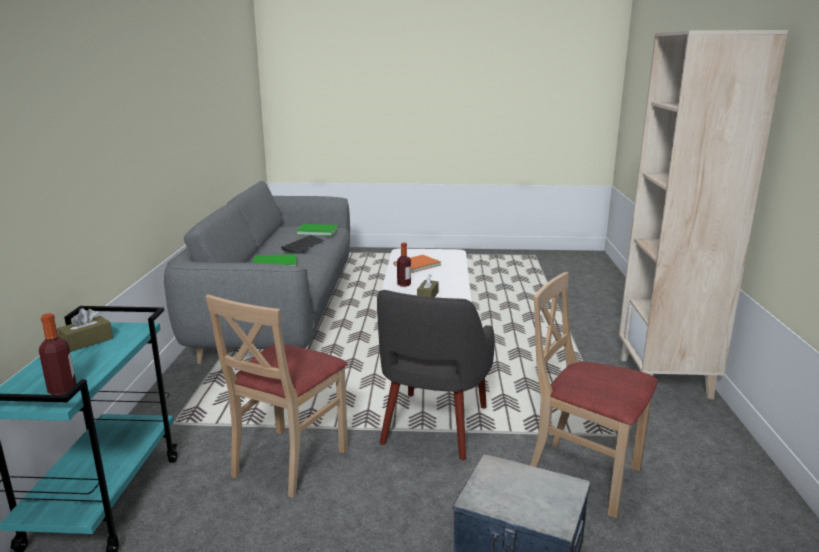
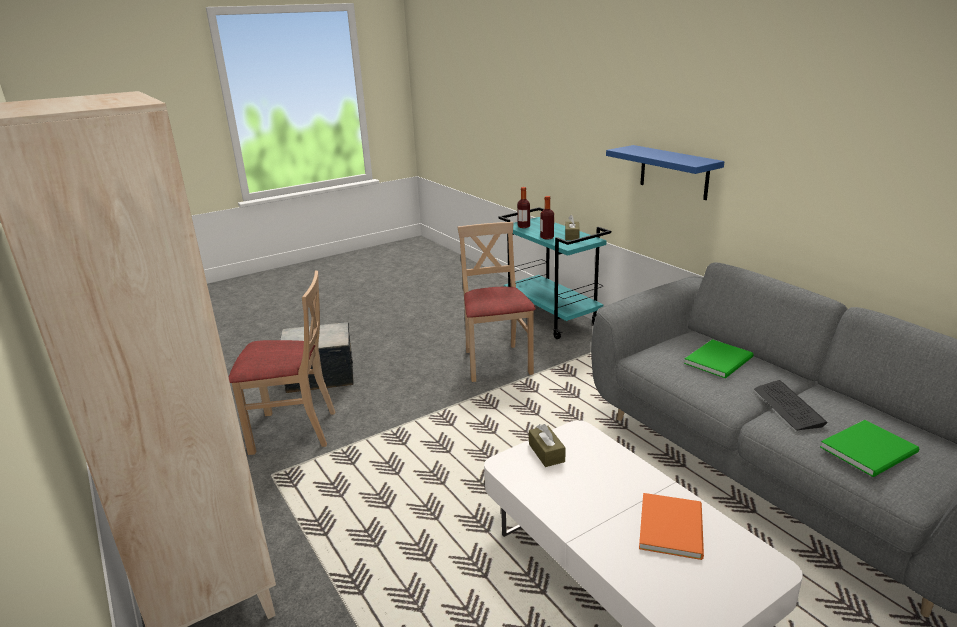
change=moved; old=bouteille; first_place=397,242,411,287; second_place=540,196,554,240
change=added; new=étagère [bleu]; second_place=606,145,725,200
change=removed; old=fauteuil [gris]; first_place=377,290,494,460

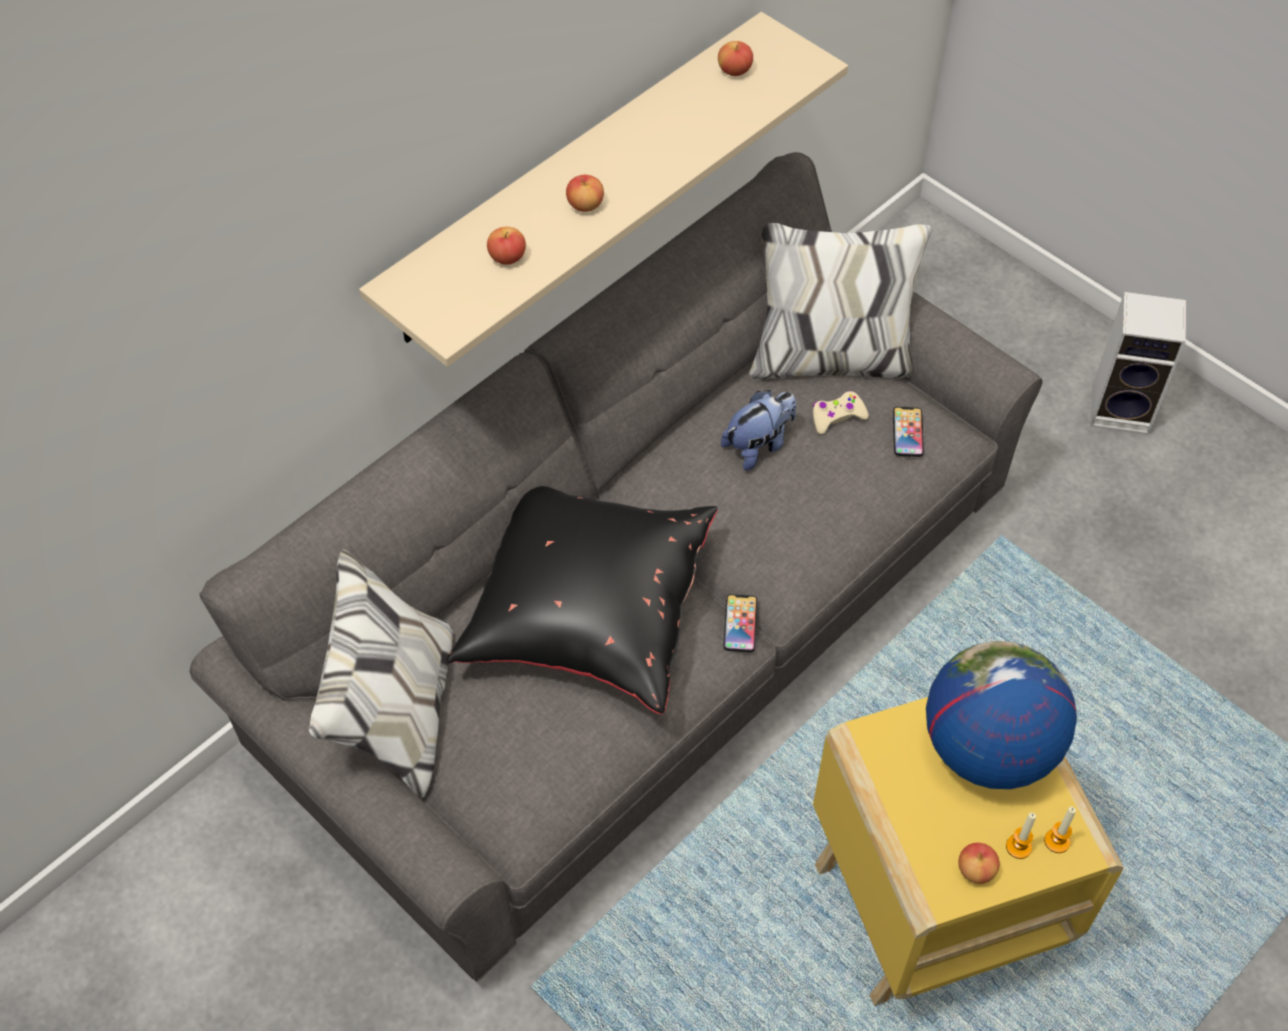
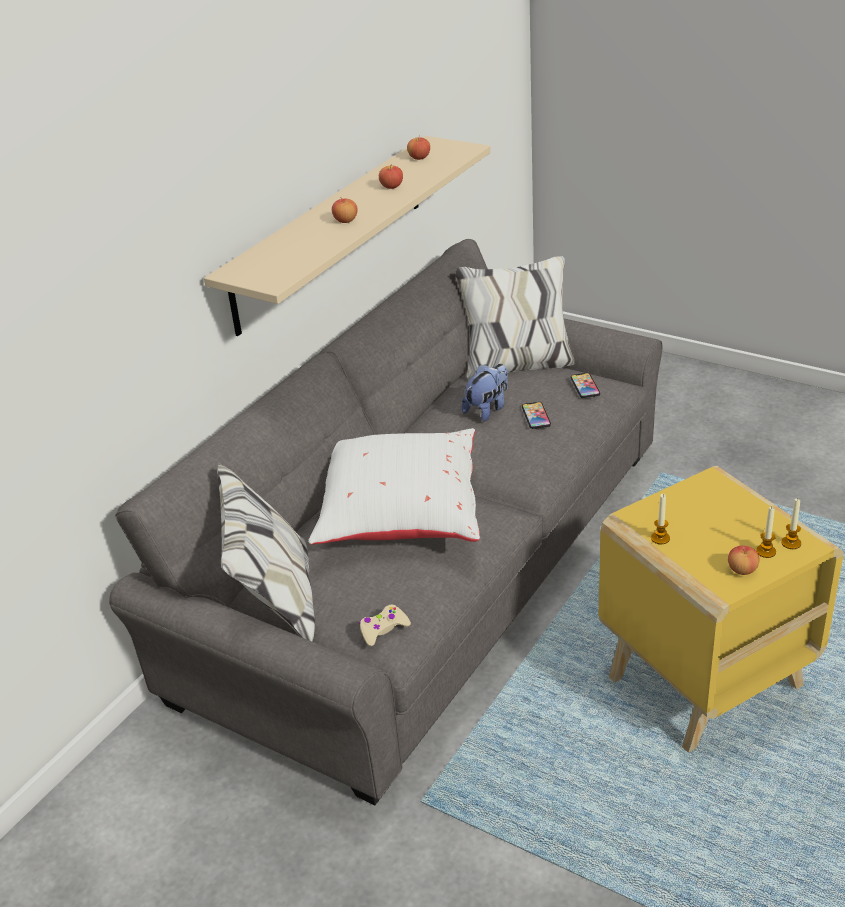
change=recoloured; old=coussin [noir]; new=coussin [blanc]; first_place=447,486,718,714; second_place=308,428,480,545
change=moved; old=manette [beige]; first_place=813,391,869,434; second_place=359,605,411,646
change=moved; old=pomme; first_place=487,227,526,265; second_place=379,164,403,189
change=moved; old=téléphone; first_place=723,594,757,652; second_place=522,402,551,429
change=added; new=bougie; second_place=651,494,670,544
change=removed; old=globe; first_place=926,641,1077,789
change=removed; old=enceinte; first_place=1090,292,1186,435

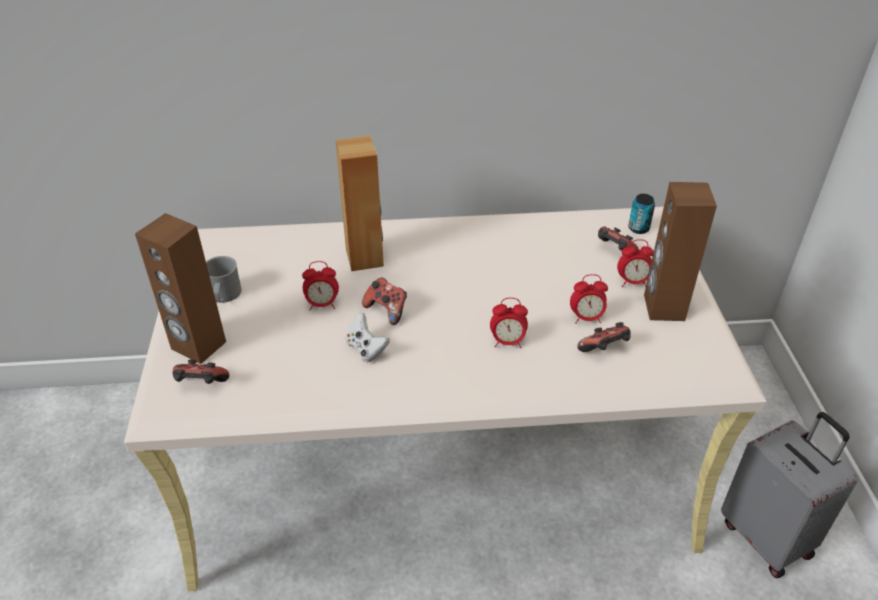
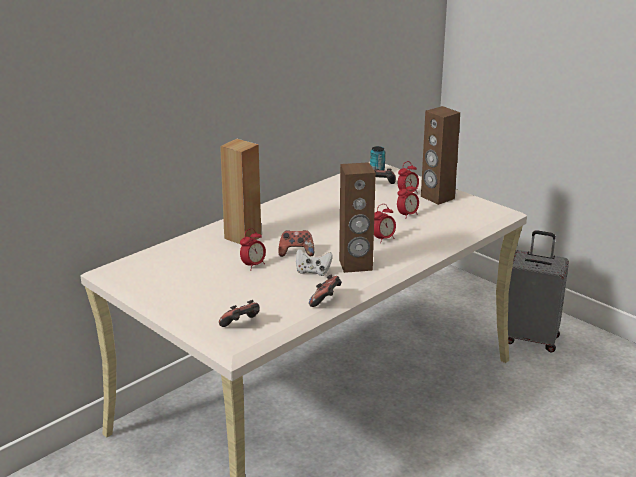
change=moved; old=manette; first_place=577,322,631,352; second_place=309,274,342,307
change=moved; old=enceinte [marron]; first_place=135,213,226,364; second_place=339,162,376,273
change=removed; old=mug [gris]; first_place=206,256,242,303

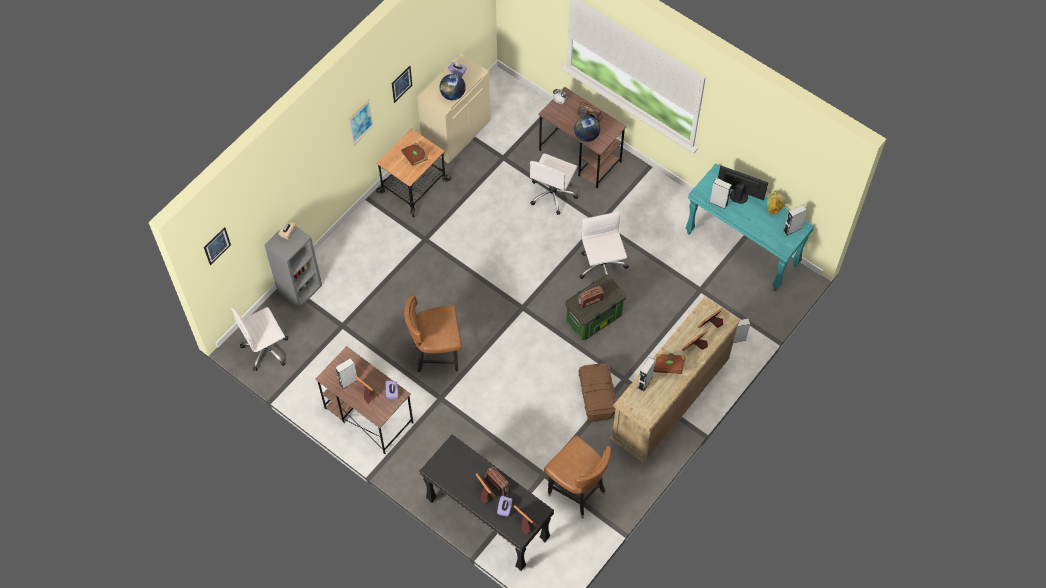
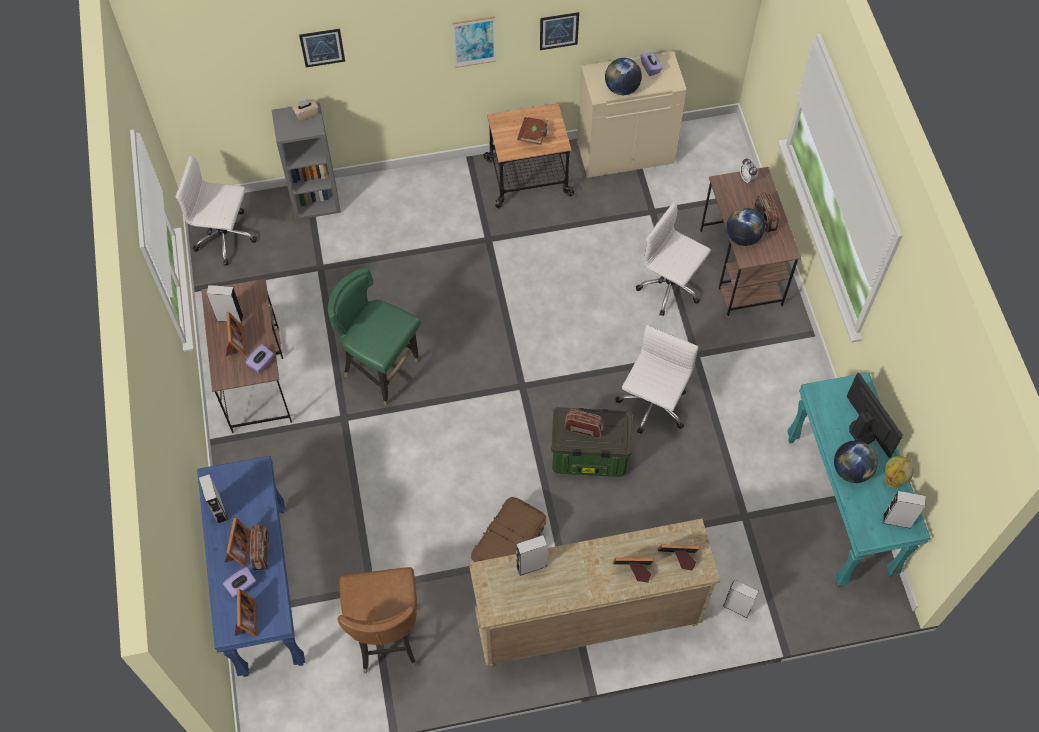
change=recoloured; old=table console [noir]; new=table console [bleu]; first_place=419,434,554,571; second_place=197,456,305,677
change=moved; old=enceinte [gris]; first_place=710,178,732,209; second_place=199,474,228,524
change=moved; old=tableau; first_place=204,227,231,265; second_place=299,29,345,68
change=recoloured; old=chaise [marron]; new=chaise [vert]; first_place=404,294,462,376; second_place=328,268,421,406
change=turned; old=chaise de bureau [blanc]; first_place=530,153,578,215; second_place=636,202,711,316; degrees=60
change=added; new=globe; second_place=834,441,878,483
change=removed; old=livre [marron]; first_place=654,353,686,374

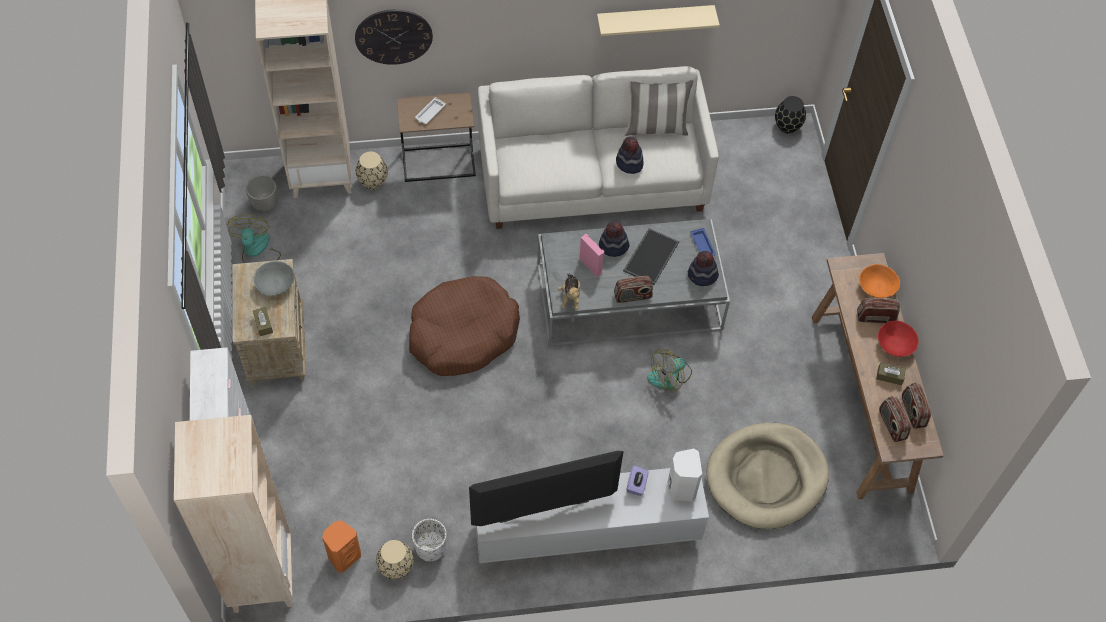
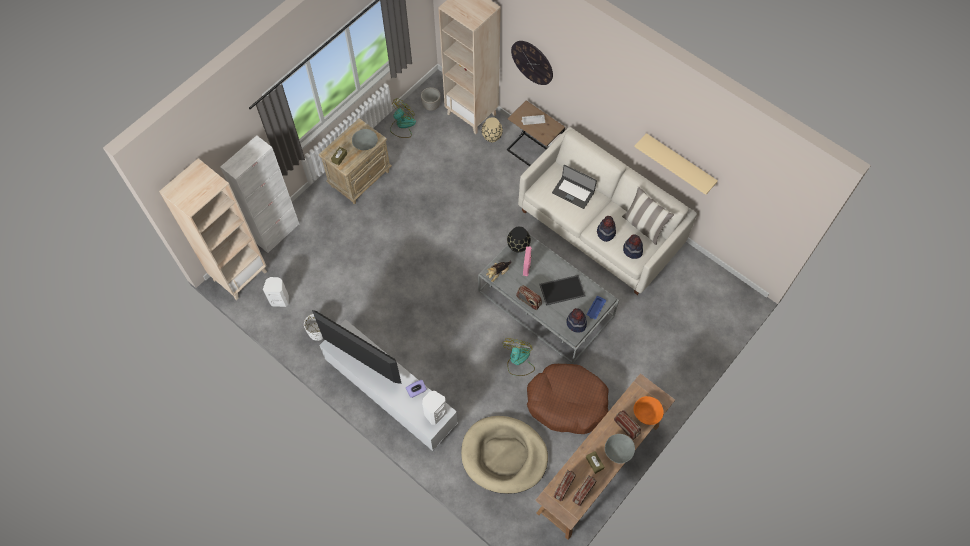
change=recoloured; old=enceinte [orange]; new=enceinte [blanc]; first_place=322,521,361,572; second_place=263,277,289,307
change=turned; old=ventilateur; first_place=647,349,692,391; second_place=502,339,535,376; degrees=90
change=moved; old=vase [noir]; first_place=775,96,806,134; second_place=507,226,531,252
change=moved; old=panier pour chien [marron]; first_place=409,276,520,376; second_place=527,364,609,434
change=added; new=ordinateur portable; second_place=552,165,597,209
change=recoloured; old=bol [rouge]; new=bol [gris]; first_place=878,320,919,357; second_place=605,434,635,464
change=moved; old=chapeau; first_place=599,221,630,257; second_place=623,234,643,259
change=removed; old=vase [beige]; first_place=376,540,414,579

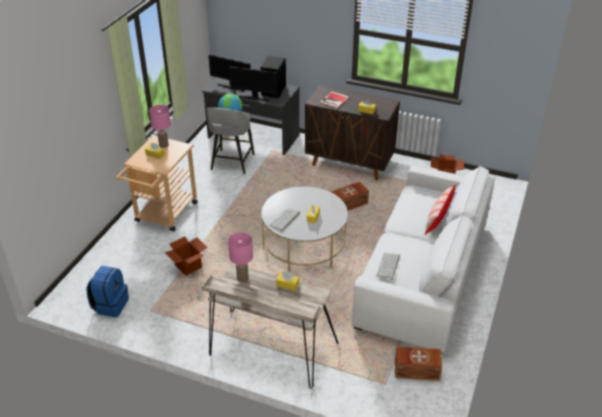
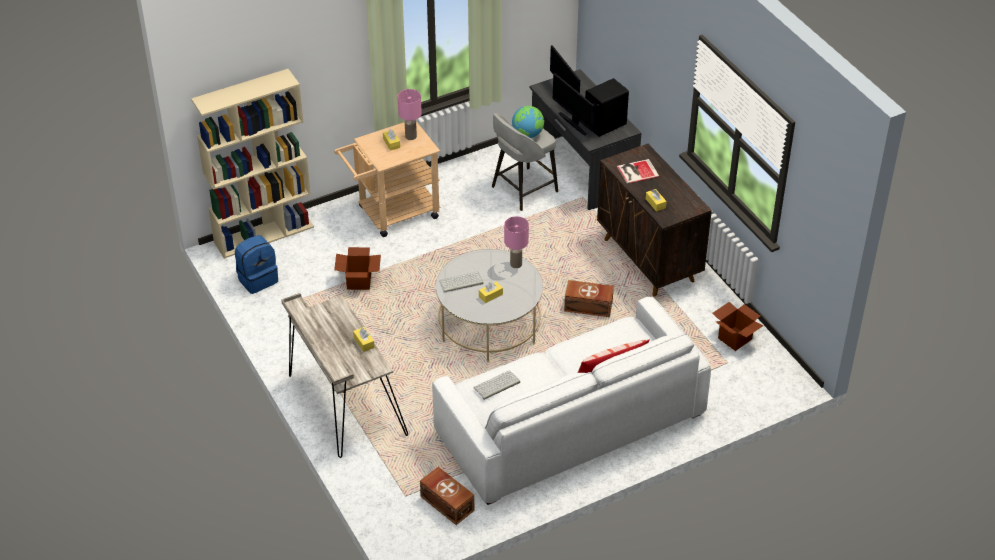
change=added; new=bibliothèque [beige]; second_place=191,69,314,259
change=moved; old=lampe de table [rose]; first_place=228,232,253,282; second_place=504,216,529,268

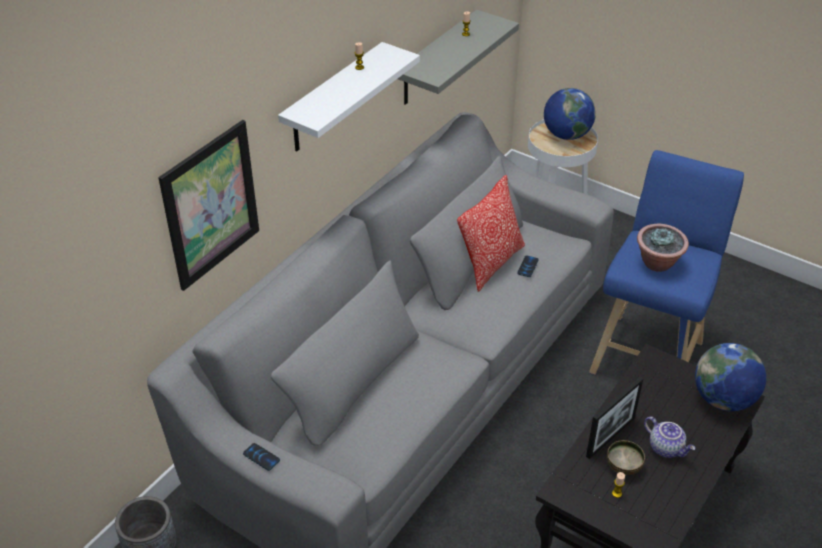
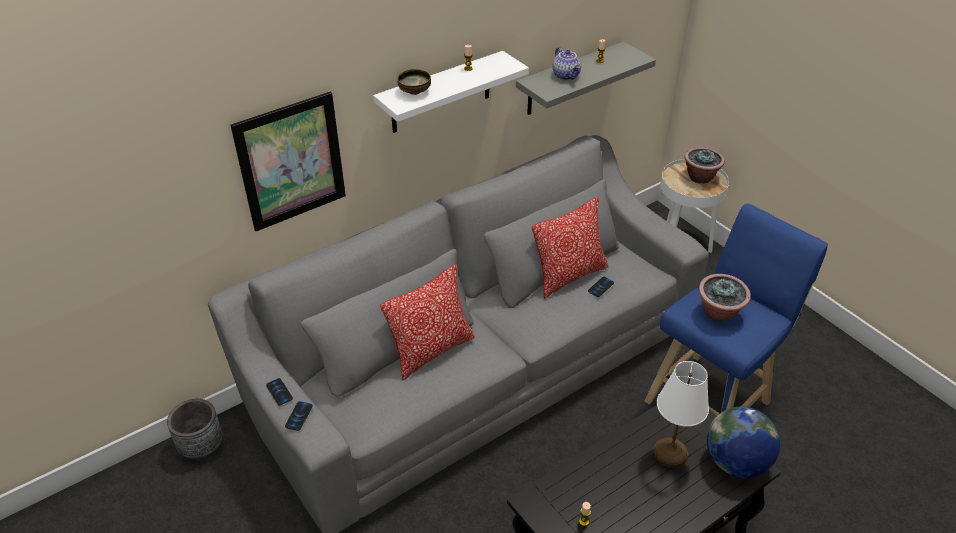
change=added; new=téléphone; second_place=285,401,313,431
change=added; new=coussin; second_place=380,264,475,380
change=moved; old=bol; first_place=607,440,645,475; second_place=397,69,431,95
change=moved; old=théière; first_place=644,417,695,458; second_place=552,47,581,80
change=added; new=lampe de table [blanc]; second_place=654,361,709,468
change=replaced; old=globe; new=plante en pot; first_place=544,88,596,140; second_place=684,147,725,184
change=removed; old=cadre photo; first_place=586,377,643,459

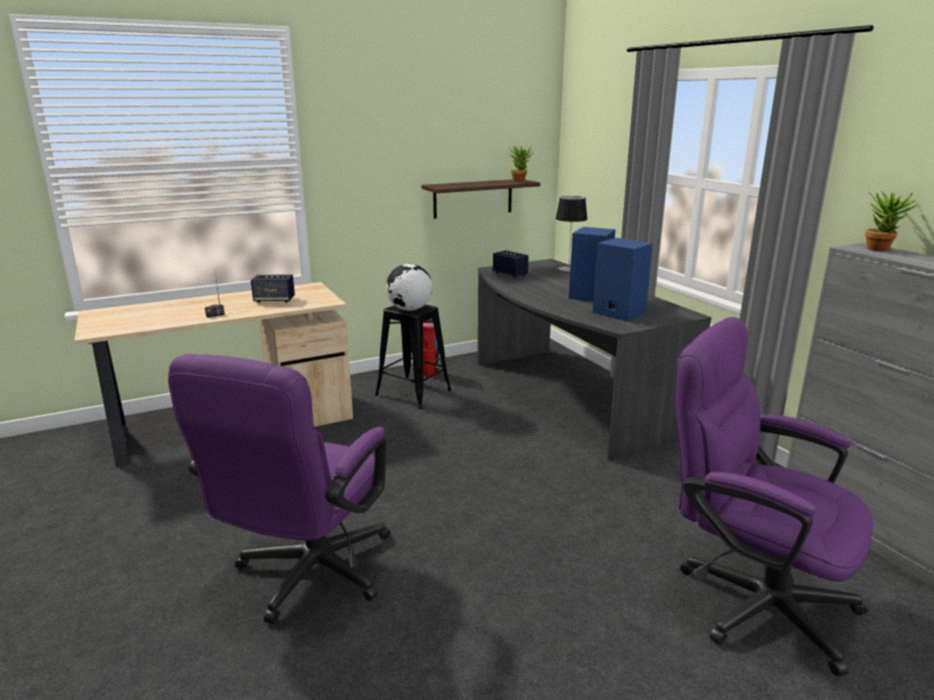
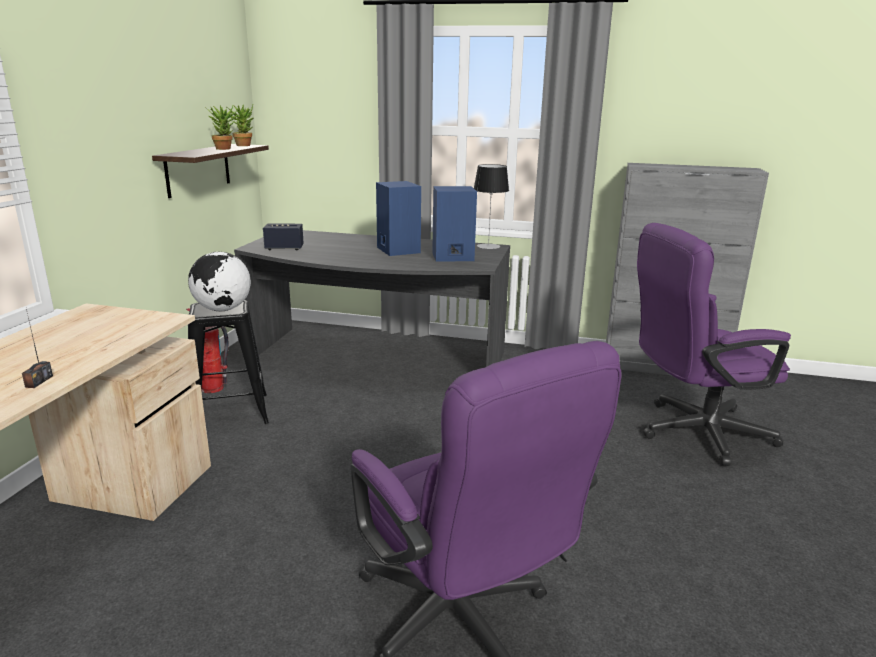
change=moved; old=plante en pot; first_place=865,191,918,251; second_place=204,105,239,150
change=moved; old=lampe de table; first_place=556,196,588,272; second_place=474,164,509,249
change=removed; old=enceinte; first_place=251,275,295,303

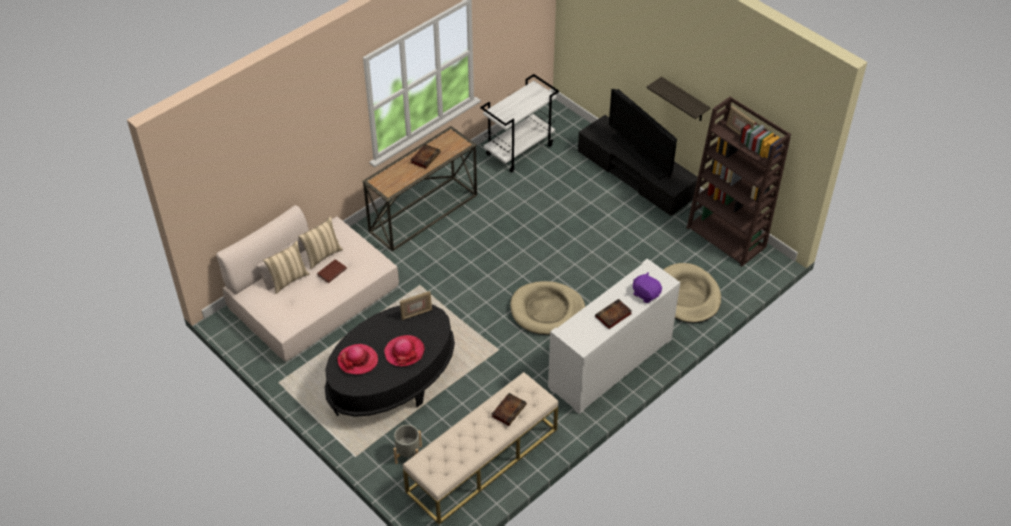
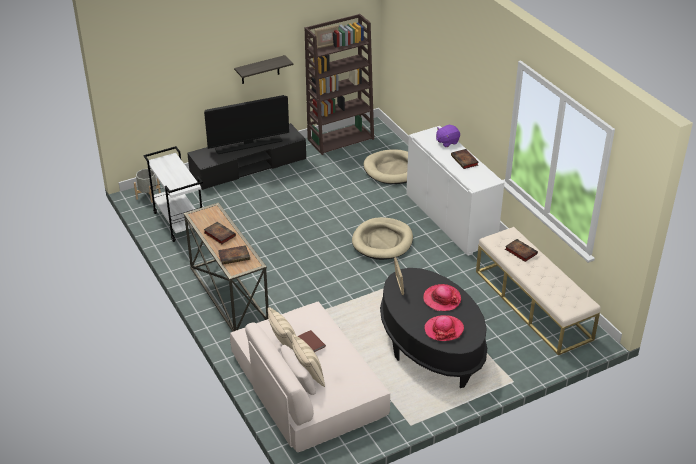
change=moved; old=cache-pot [gris]; first_place=393,425,422,464; second_place=134,169,161,203
change=added; new=livre; second_place=218,245,250,265

